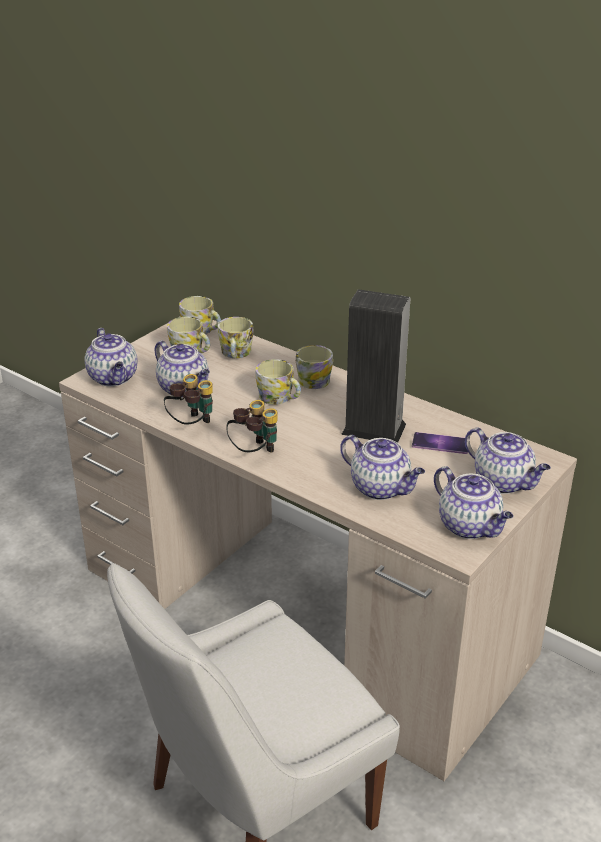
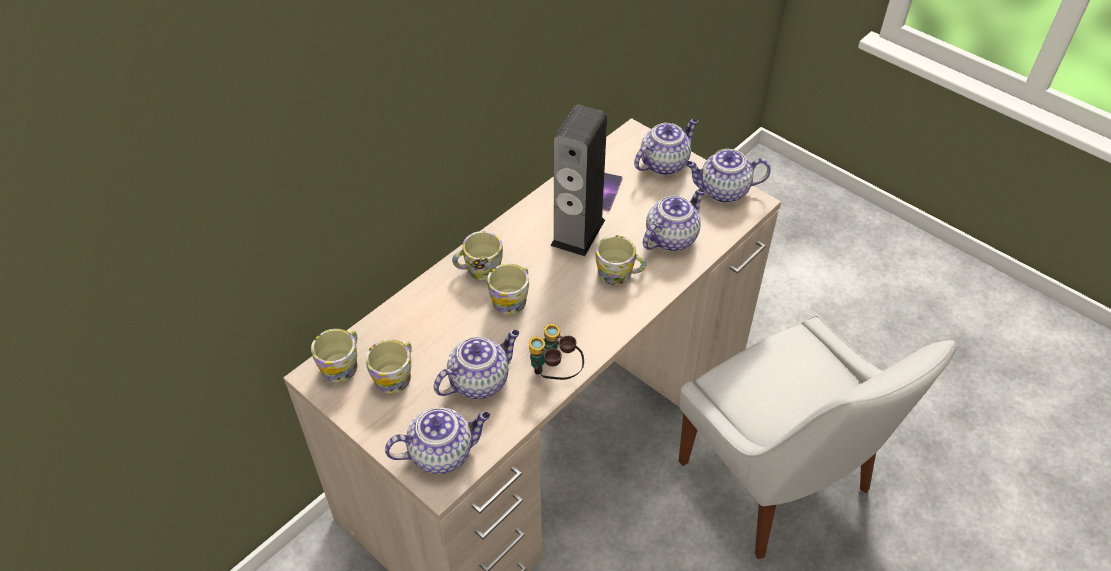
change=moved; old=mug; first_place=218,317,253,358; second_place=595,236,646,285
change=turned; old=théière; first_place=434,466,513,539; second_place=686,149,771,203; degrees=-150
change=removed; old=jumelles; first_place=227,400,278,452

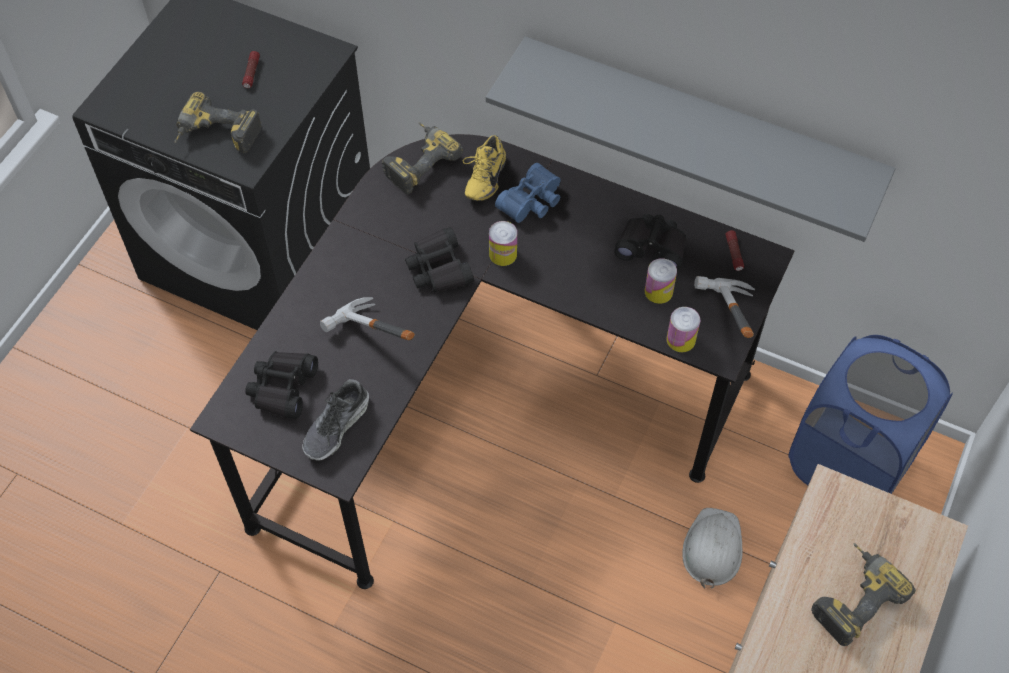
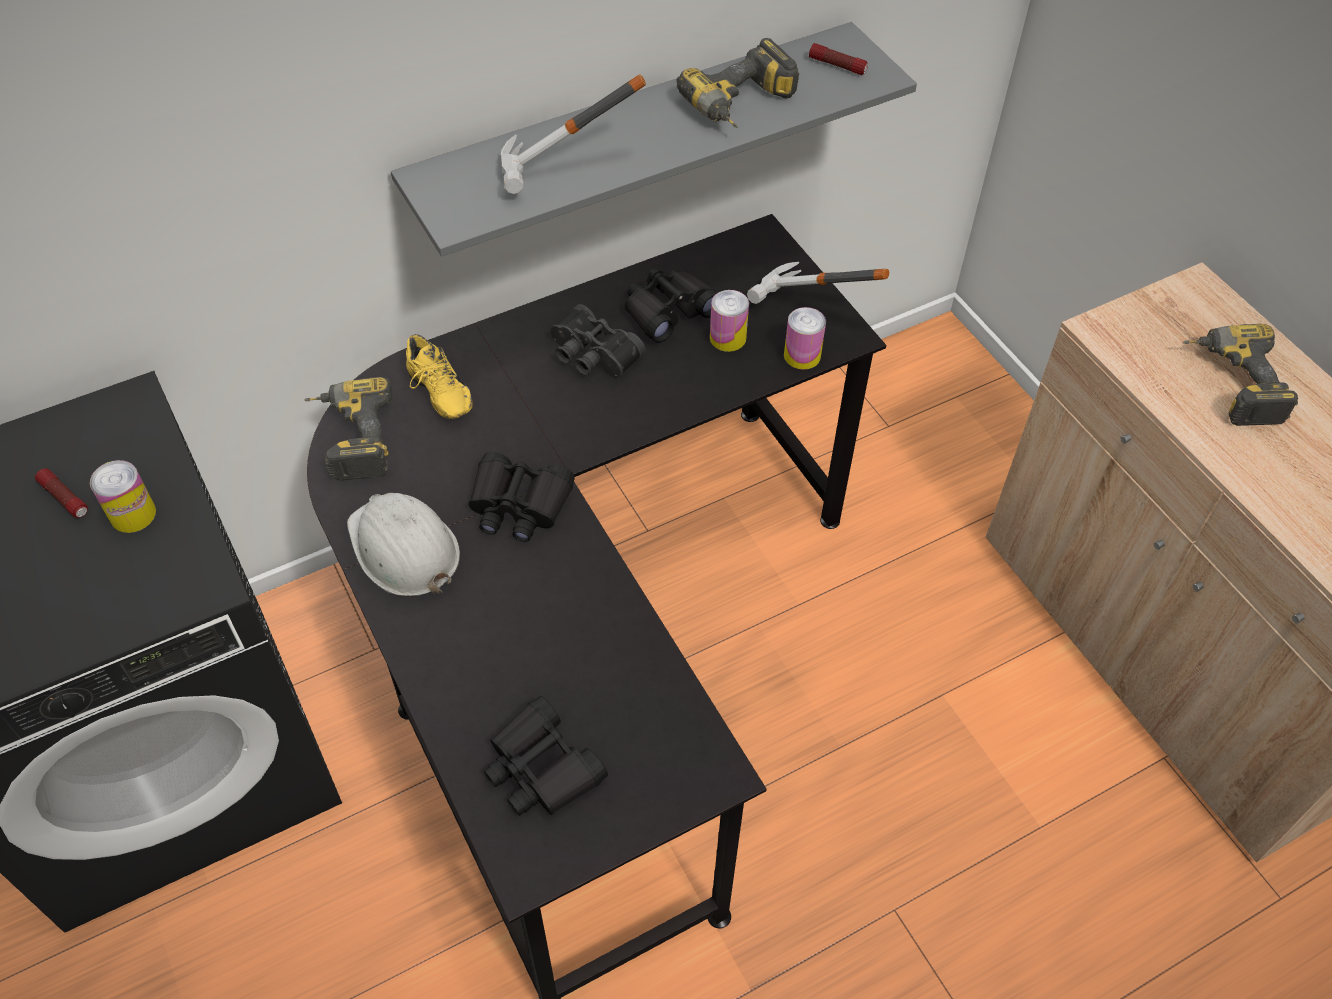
change=moved; old=boîte métallique; first_place=489,221,517,266; second_place=90,460,156,533
change=moved; old=casque de chantier [blanc]; first_place=682,508,743,588; second_place=347,493,460,596
change=moved; old=marteau; first_place=320,297,415,340; second_place=501,74,646,194
change=added; new=jumelles [noir]; second_place=550,304,646,378
change=moved; old=perceuse; first_place=174,92,261,153; second_place=676,38,799,128
change=moved; old=lampe de poche; first_place=726,230,744,271; second_place=809,43,868,75
change=removed; old=chaussure; first_place=302,379,369,460
change=removed; old=jumelles [bleu]; first_place=495,163,561,223
change=removed; old=panier à linge [bleu]; first_place=788,335,953,494

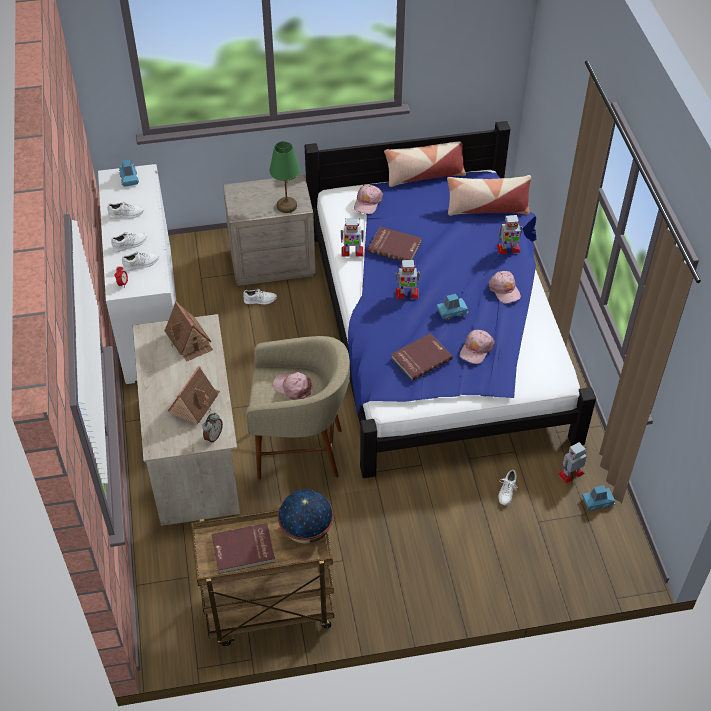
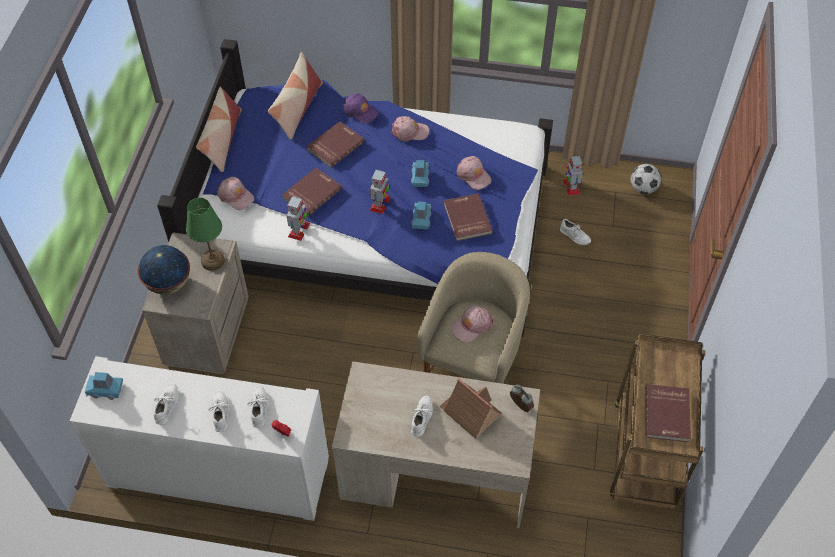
change=moved; old=globe; first_place=278,489,334,544; second_place=138,245,190,295
change=added; new=livre [rouge]; second_place=307,121,365,168
change=replaced; old=robot jouet; new=casquette [violet]; first_place=497,215,523,254; second_place=343,93,378,124
change=moved; old=petite voiture [bleu]; first_place=582,485,615,511; second_place=411,202,432,230
change=moved; old=chaussure [blanc]; first_place=243,289,277,305; second_place=411,396,433,437
change=added; new=ballon de foot; second_place=631,164,661,194
change=removed; old=maison miniature; first_place=164,301,213,361

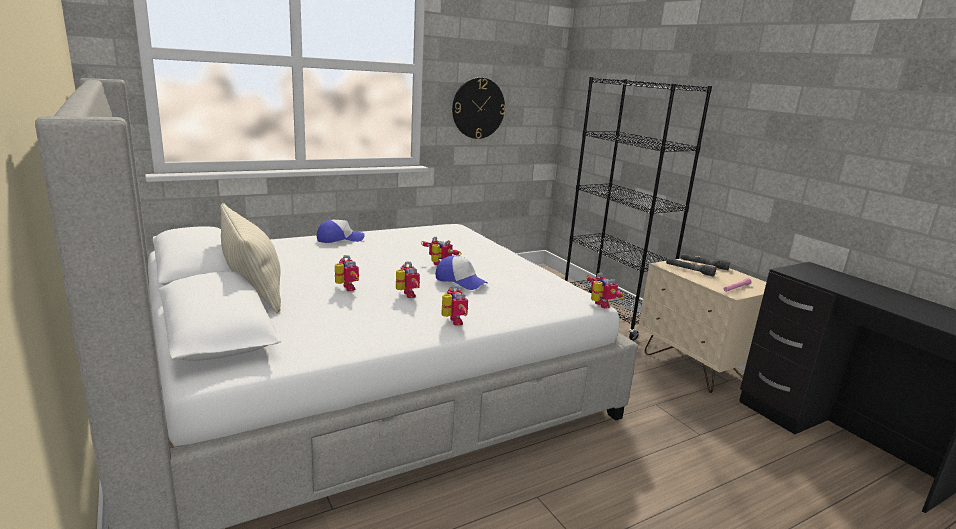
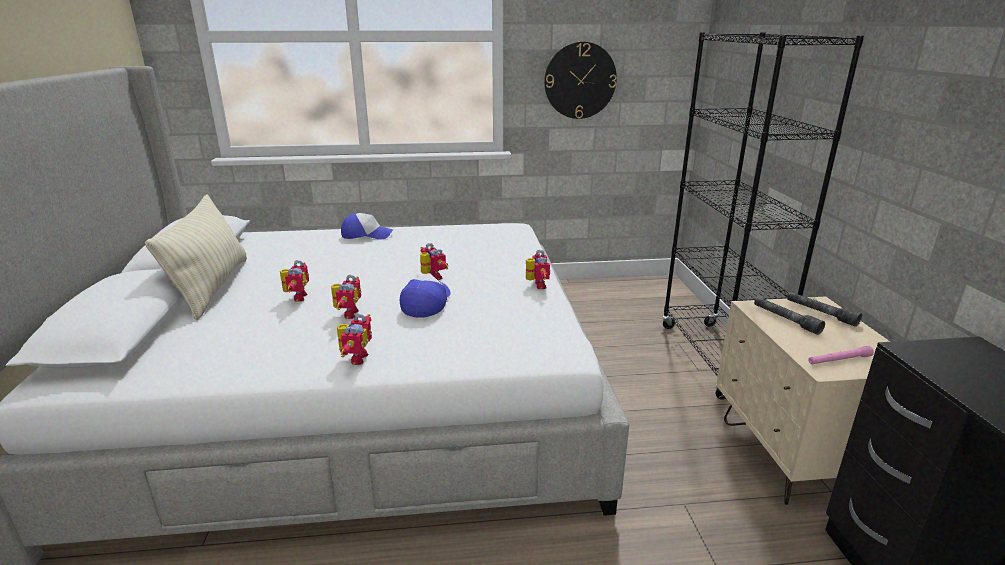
change=turned; old=casquette; first_place=436,256,488,290; second_place=400,273,451,318; degrees=-135
change=moved; old=robot jouet; first_place=586,273,625,309; second_place=526,250,550,289

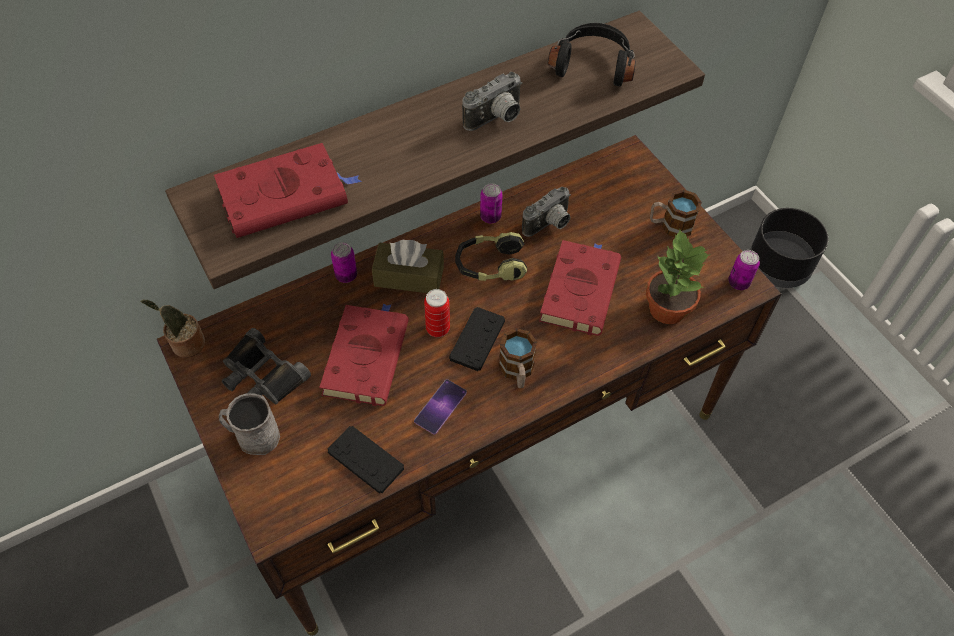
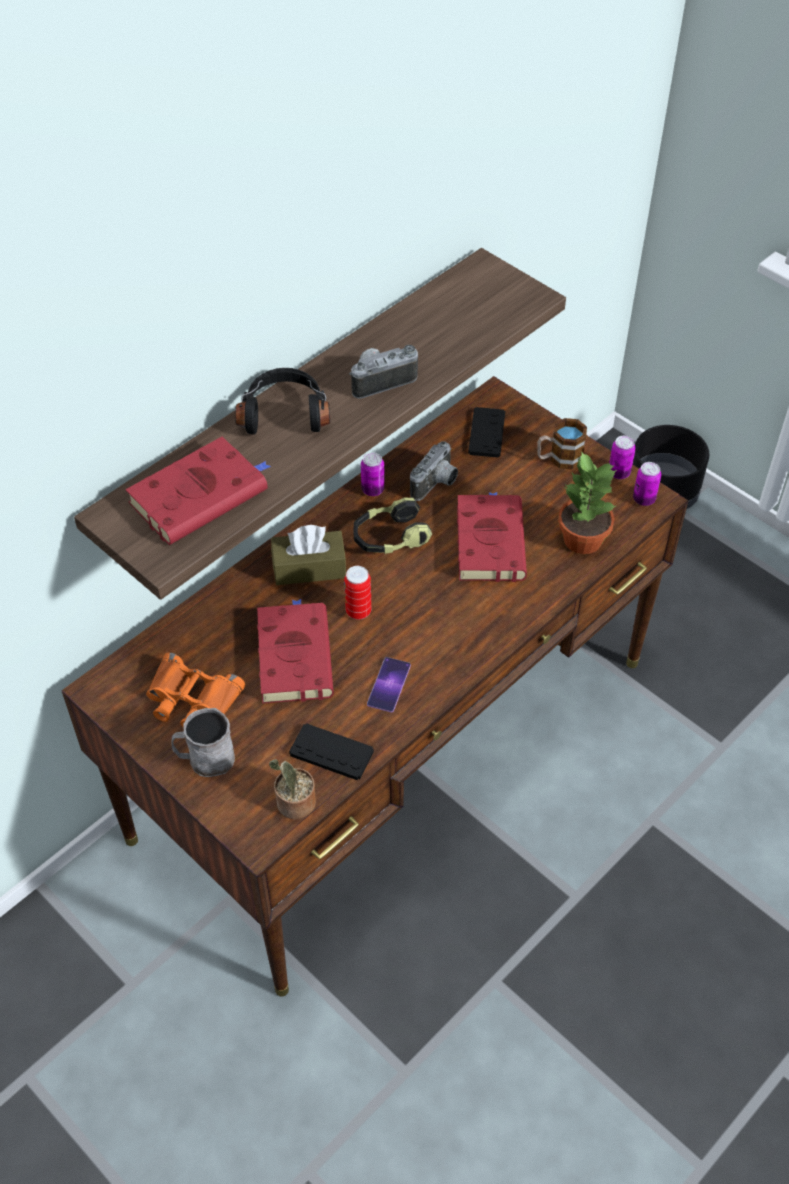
change=recoloured; old=jumelles [noir]; new=jumelles [orange]; first_place=222,328,311,404; second_place=146,653,245,727
change=moved; old=casque audio [noir]; first_place=548,23,636,87; second_place=235,368,330,435
change=moved; old=plante en pot; first_place=140,300,205,358; second_place=269,759,316,819
change=turned; old=appareil photo; first_place=462,72,522,131; second_place=349,345,418,399; degrees=-150
change=moved; old=manette [noir]; first_place=449,307,505,371; second_place=468,407,505,458
change=moved; old=boîte métallique; first_place=331,242,357,283; second_place=609,436,636,479
change=removed; old=mug; first_place=499,328,537,388

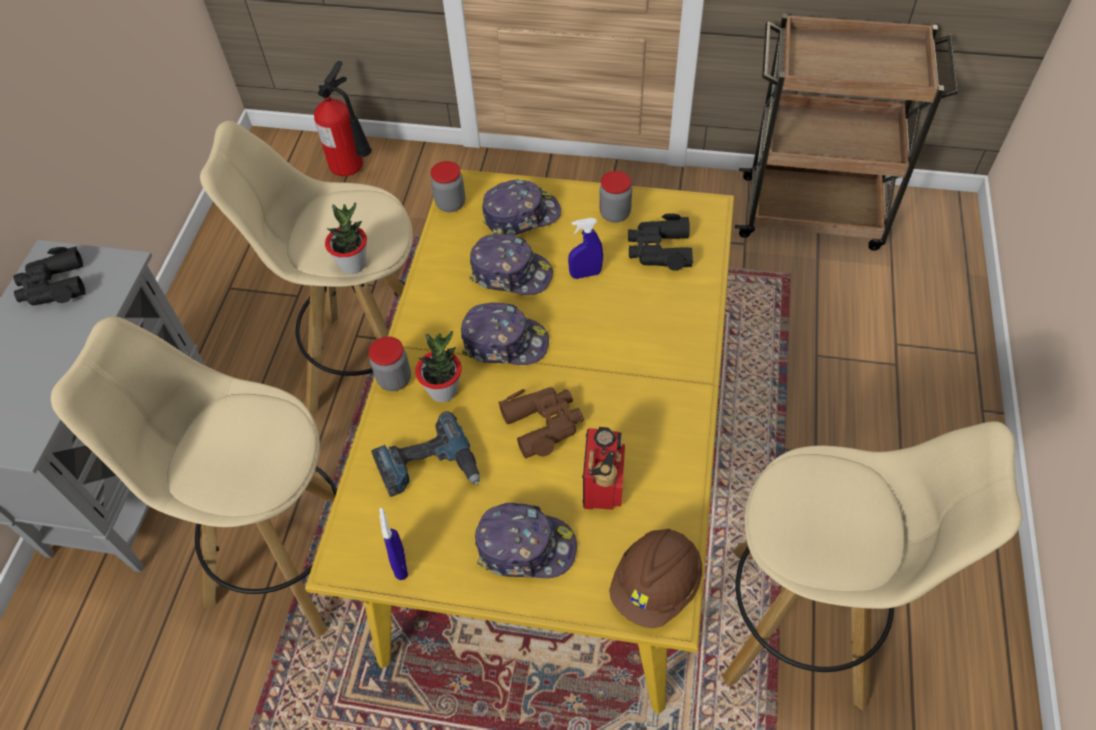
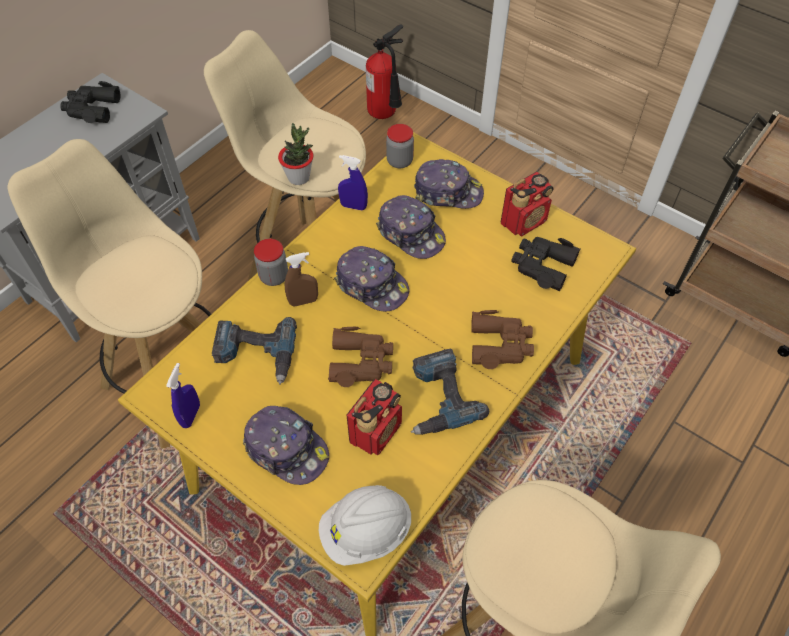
change=replaced; old=plante en pot; new=vaporisateur [marron]; first_place=415,331,462,402; second_place=285,252,318,307
change=recoloured; old=casque de chantier [marron]; new=casque de chantier [blanc]; first_place=609,529,702,628; second_place=319,485,411,566
change=moved; old=vaporisateur [bleu]; first_place=568,218,603,279; second_place=338,155,368,210
change=added; new=perceuse; second_place=411,348,489,435
change=added; new=jumelles [marron]; second_place=471,310,534,369
change=replaced; old=bocal; new=radio; first_place=599,171,632,223; second_place=501,172,553,236

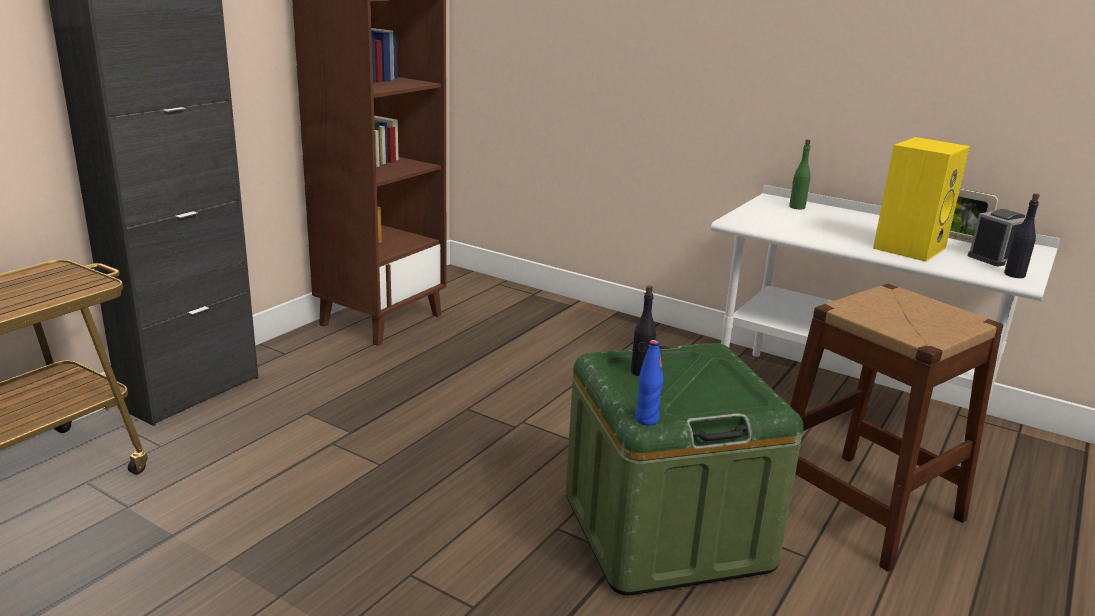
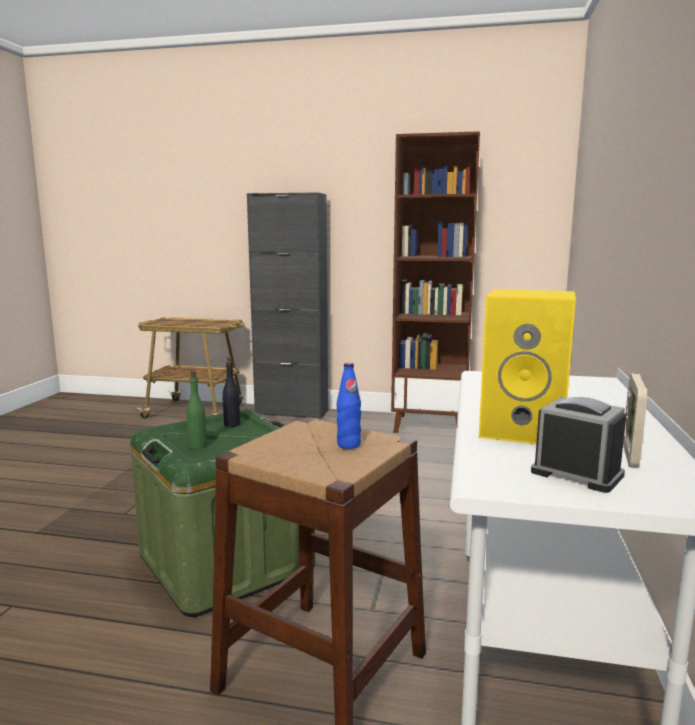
change=moved; old=bouteille [vert]; first_place=789,139,810,209; second_place=187,370,207,449
change=moved; old=bouteille [bleu]; first_place=635,340,663,426; second_place=337,363,361,449
change=removed; old=bouteille [noir]; first_place=1004,193,1040,278

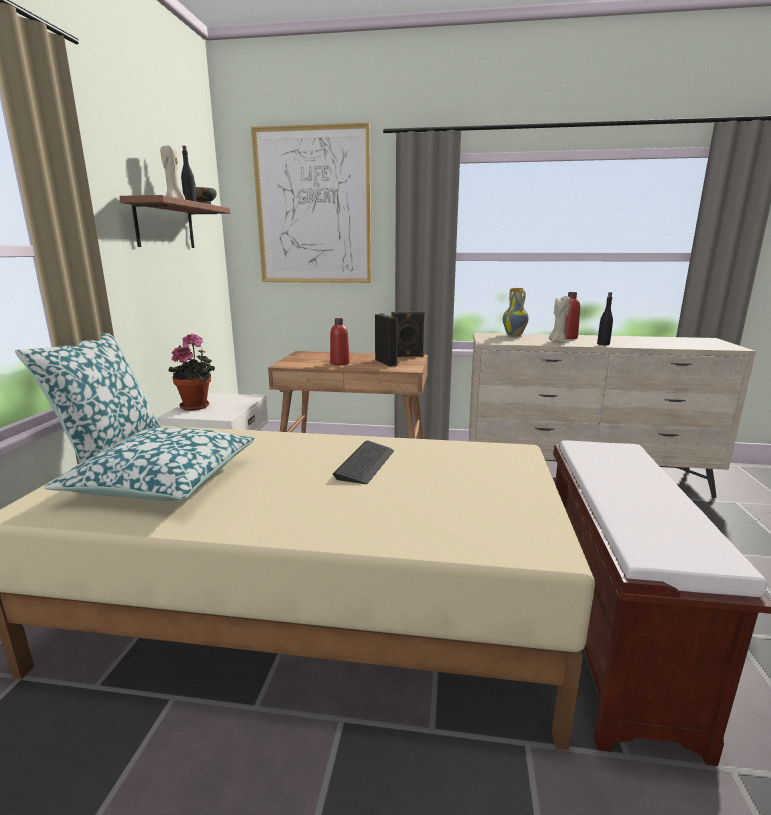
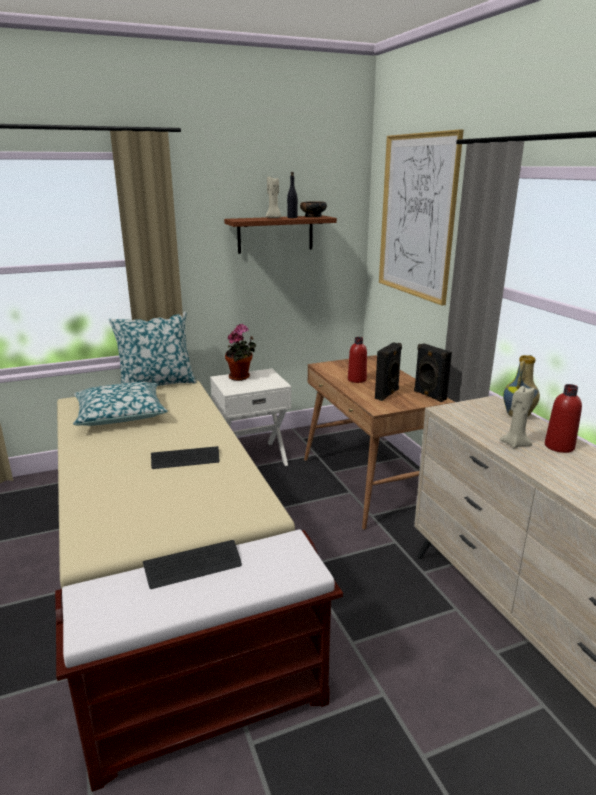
change=added; new=clavier; second_place=143,540,242,589
change=removed; old=bouteille [noir]; first_place=597,292,613,345

